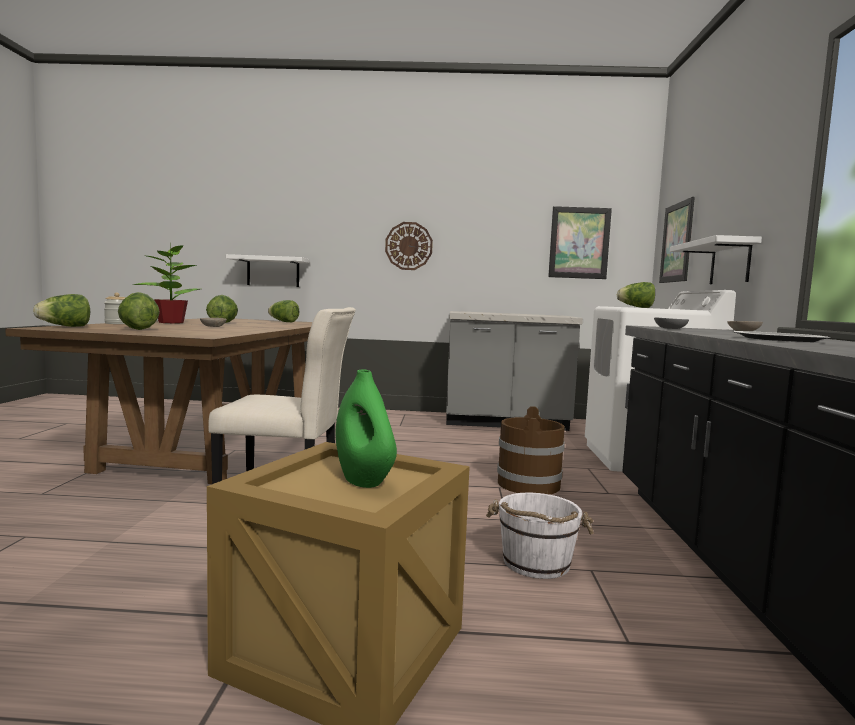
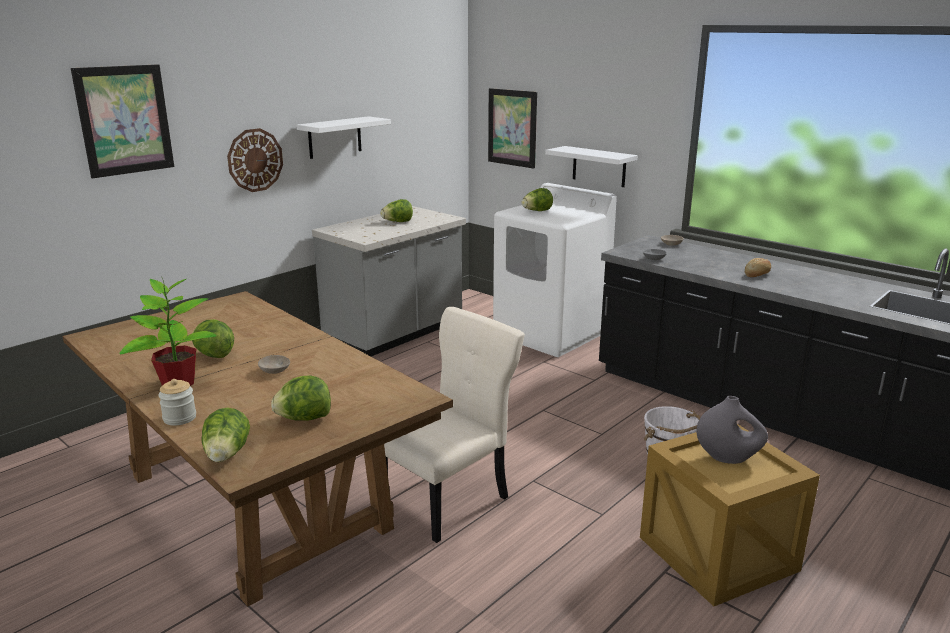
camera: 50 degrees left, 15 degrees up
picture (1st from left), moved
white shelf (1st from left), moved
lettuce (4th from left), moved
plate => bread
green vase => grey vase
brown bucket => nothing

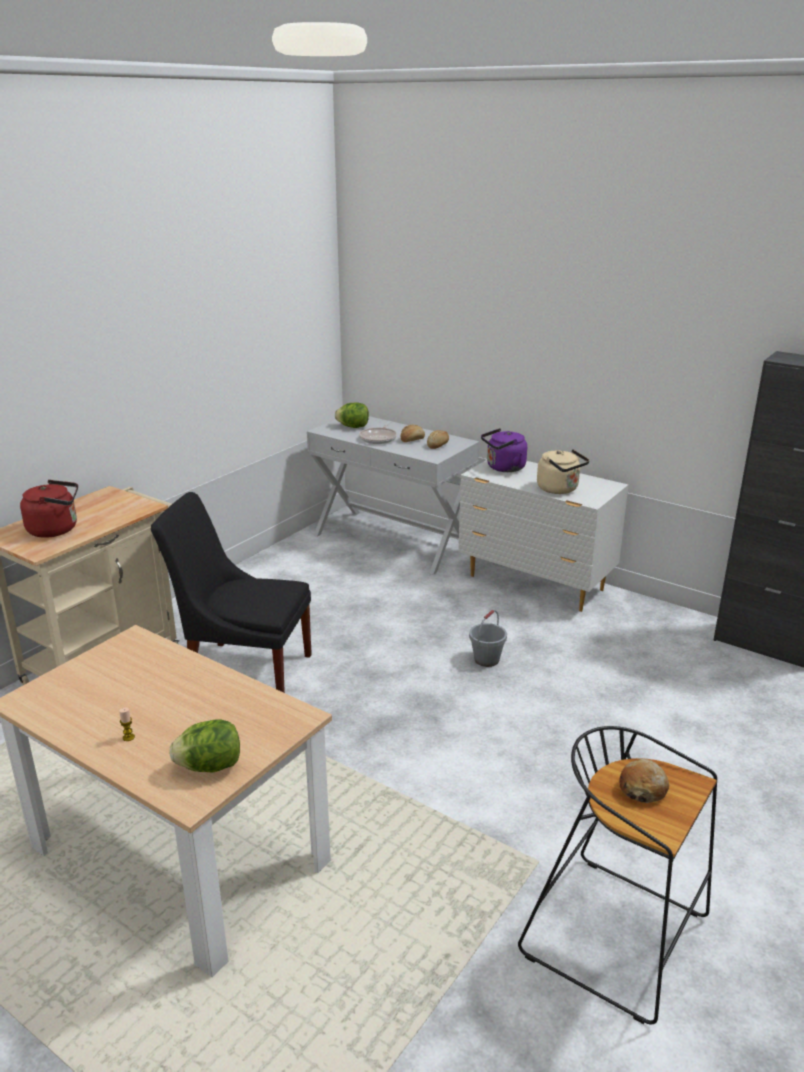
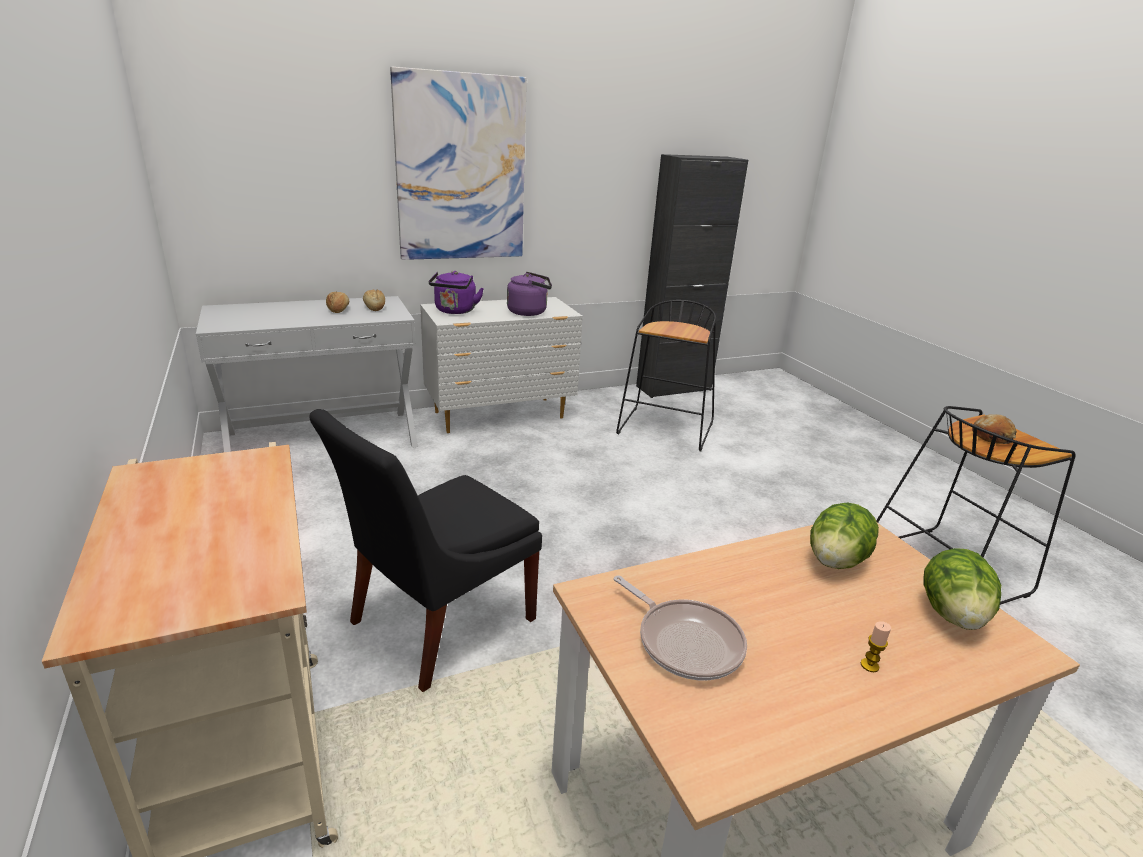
camera: 60 degrees left, 0 degrees up
lettuce (2nd from left in the first image) => lettuce (1st from left), moved
frying pan, moved
beige kettle => purple kettle (2nd from left)
red kettle => nothing
grey bucket => nothing
nothing => picture
nothing => black stool (1st from left)

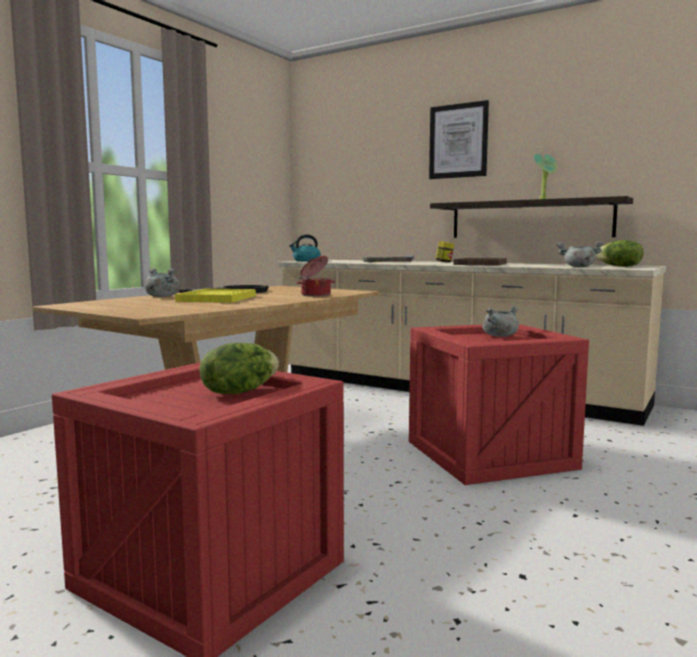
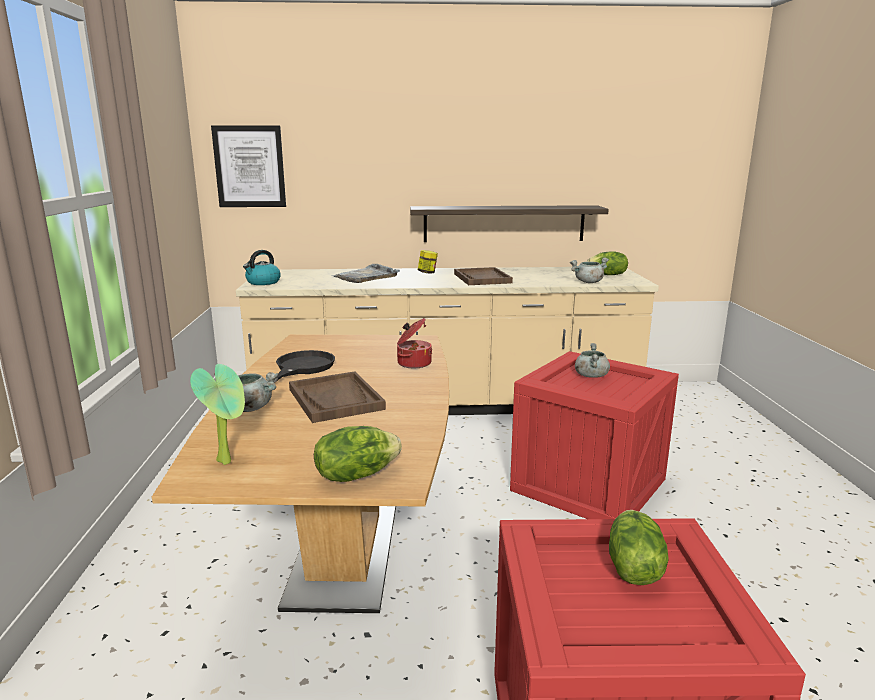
camera: 35 degrees left, 10 degrees up
picture, moved
potted plant, moved
yellow tray => brown tray (1st from left)
nothing => lettuce (1st from left)

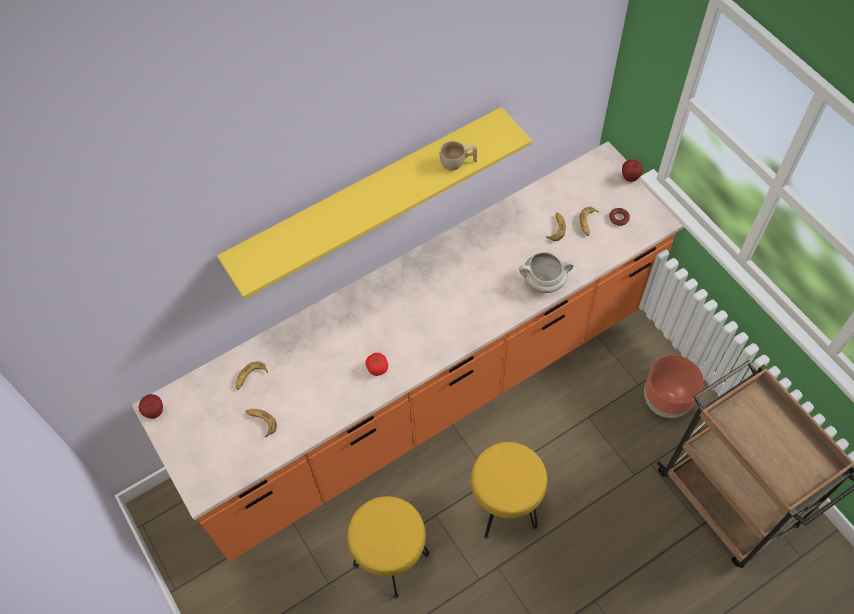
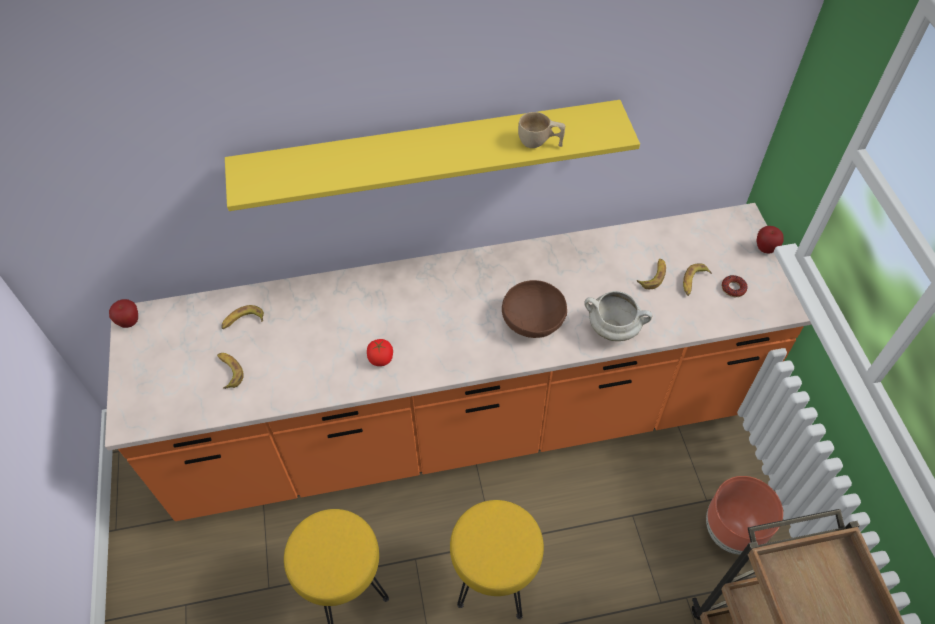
camera: 20 degrees right, 5 degrees down
nothing => brown bowl

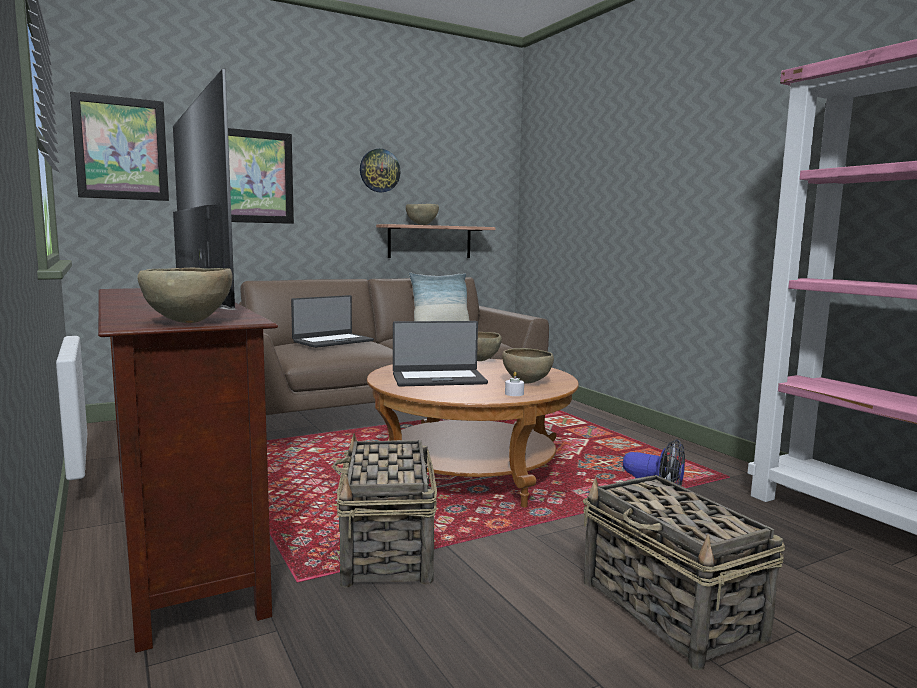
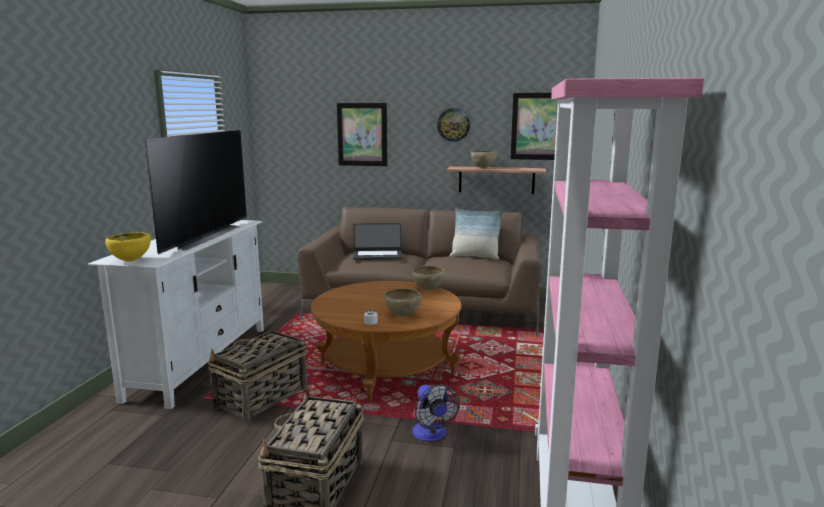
camera: 40 degrees right, 5 degrees up
picture (1st from left in the first image) => picture (2nd from left), moved
brown bowl (1st from left) => yellow bowl
brown tv stand => white tv stand
laptop (2nd from left) => nothing

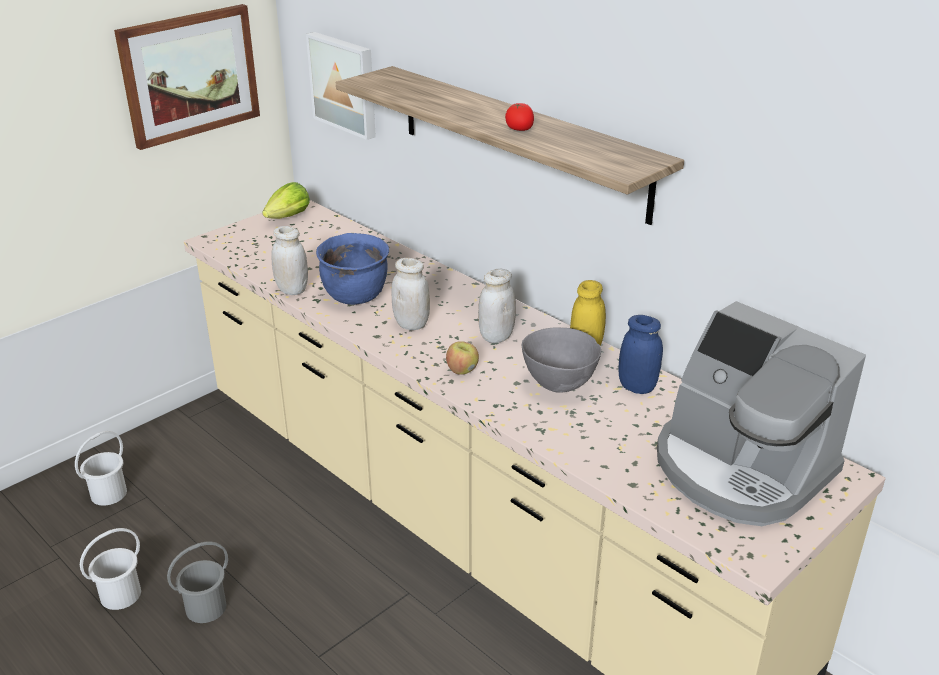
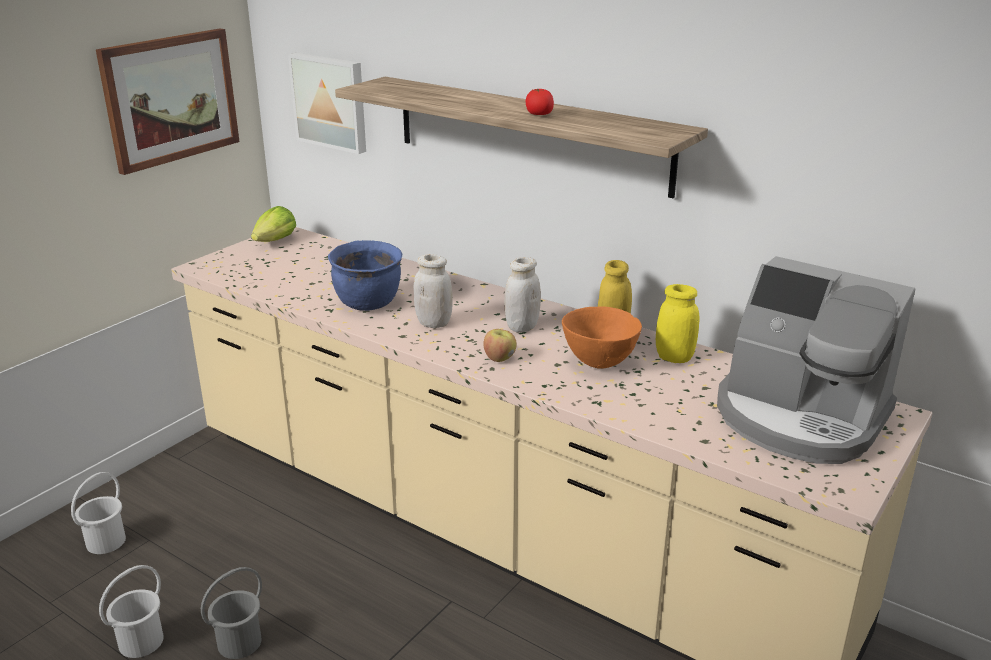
camera: 10 degrees left, 5 degrees down
white jar (1st from left) => nothing
blue jar => yellow jar (2nd from left)
grey bowl => orange bowl

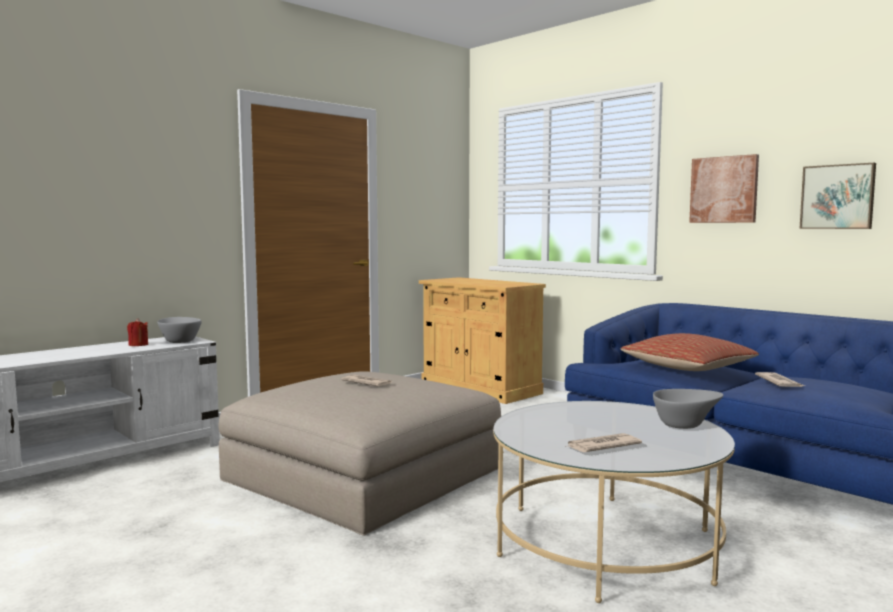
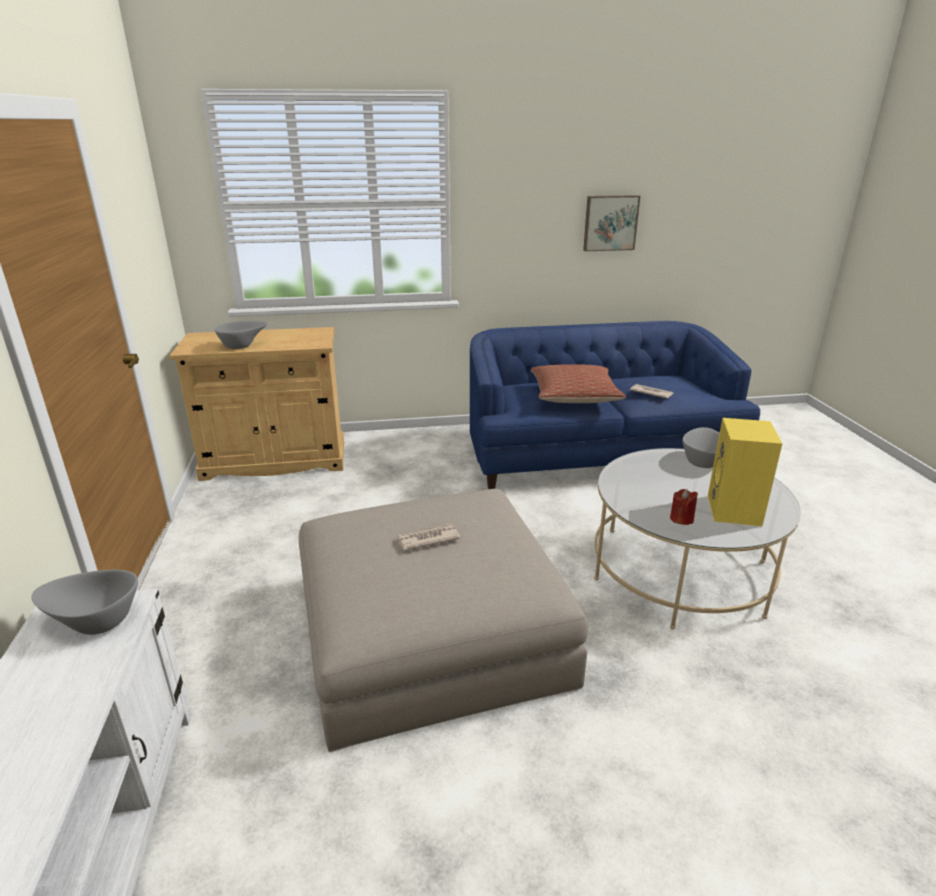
camera: 55 degrees left, 20 degrees up
picture (1st from left) => nothing
red candle, moved
newspaper (2nd from left) => yellow speaker
nothing => grey bowl (2nd from left)

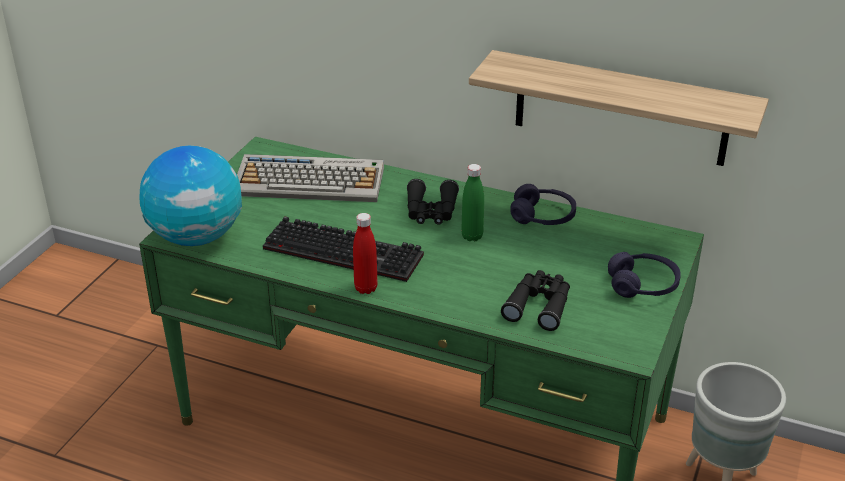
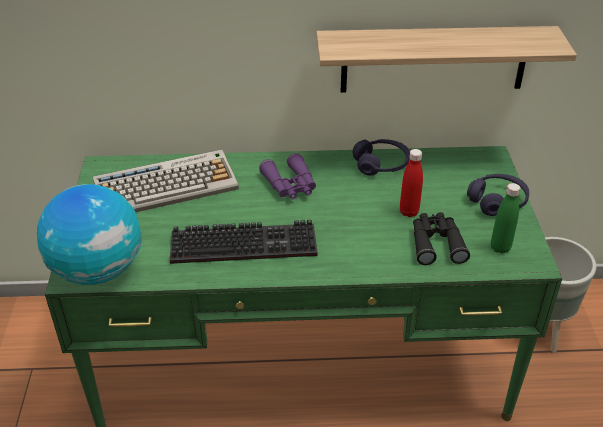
camera: 25 degrees left, 5 degrees up
green bottle, moved
black binoculars (1st from left) => purple binoculars
red bottle, moved

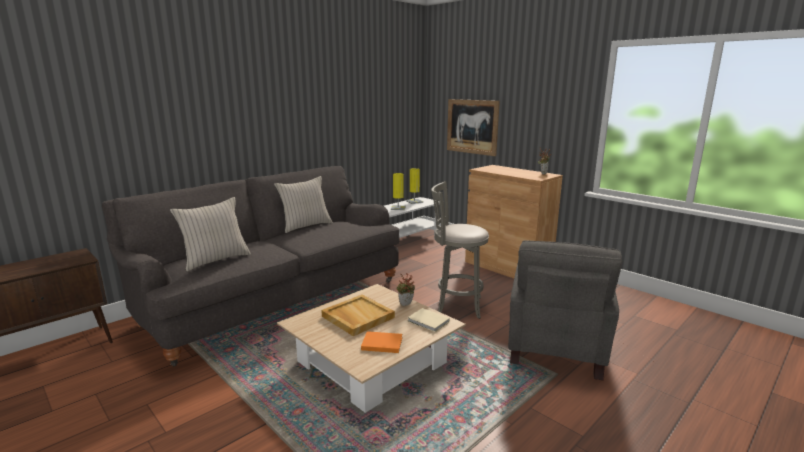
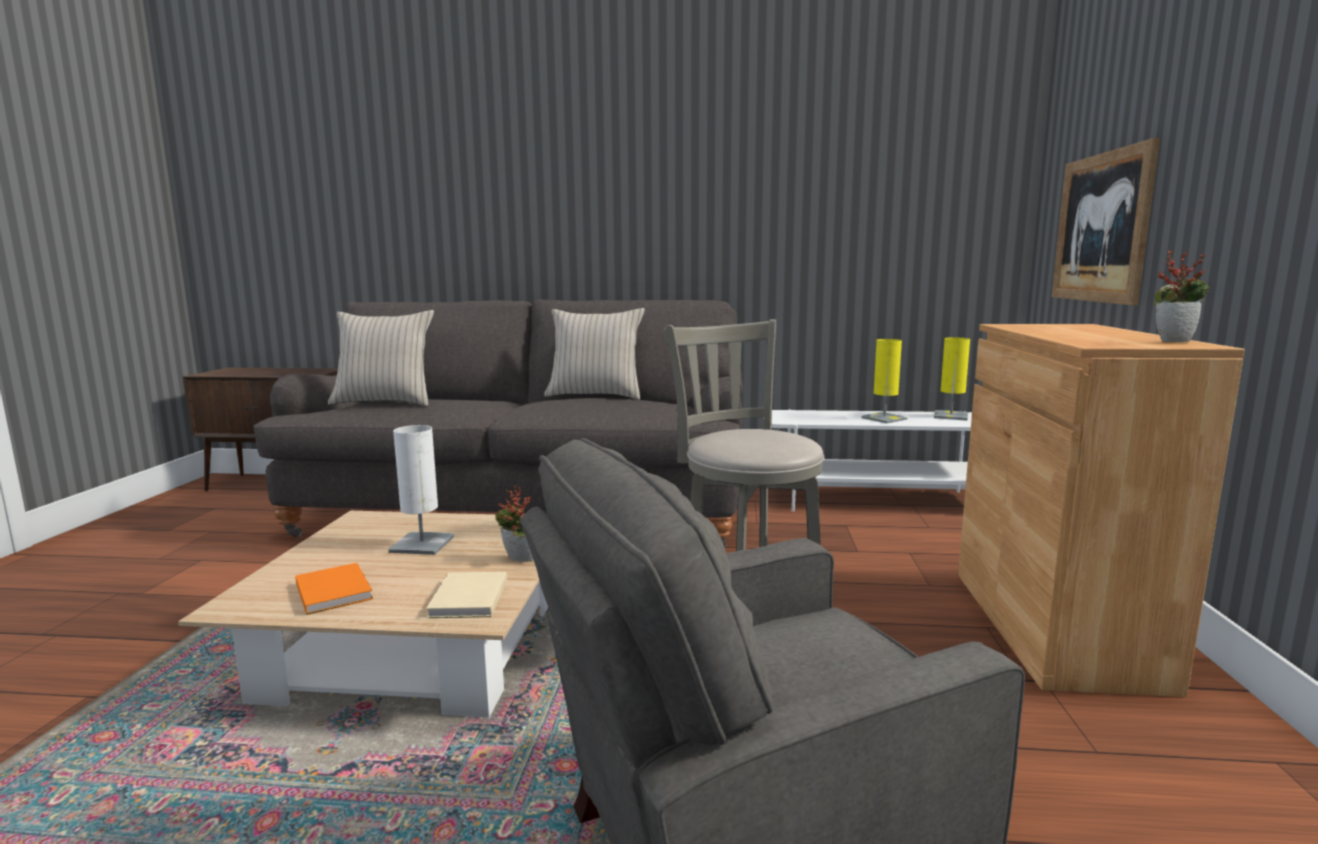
camera: 50 degrees right, 5 degrees down
beige tray => white table lamp

